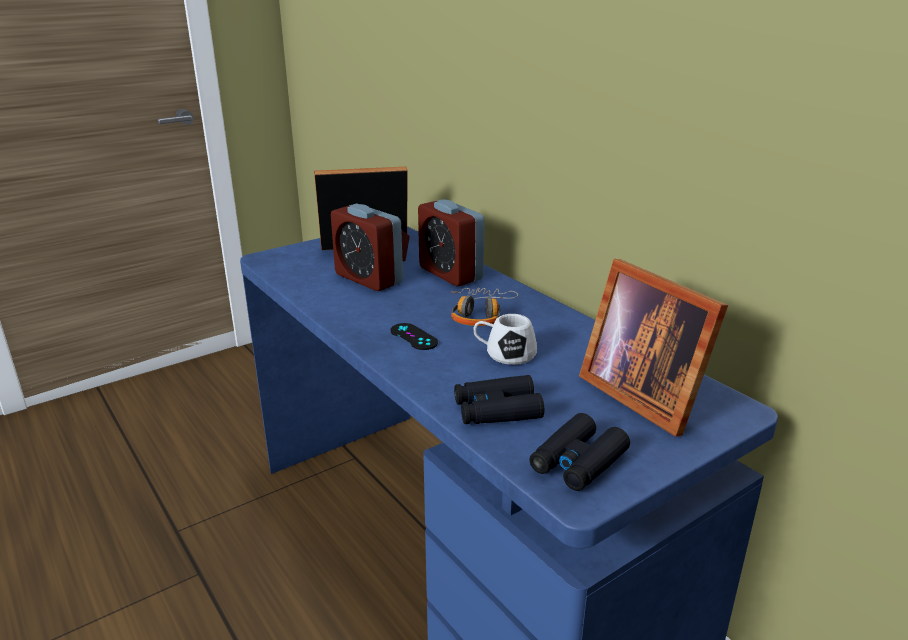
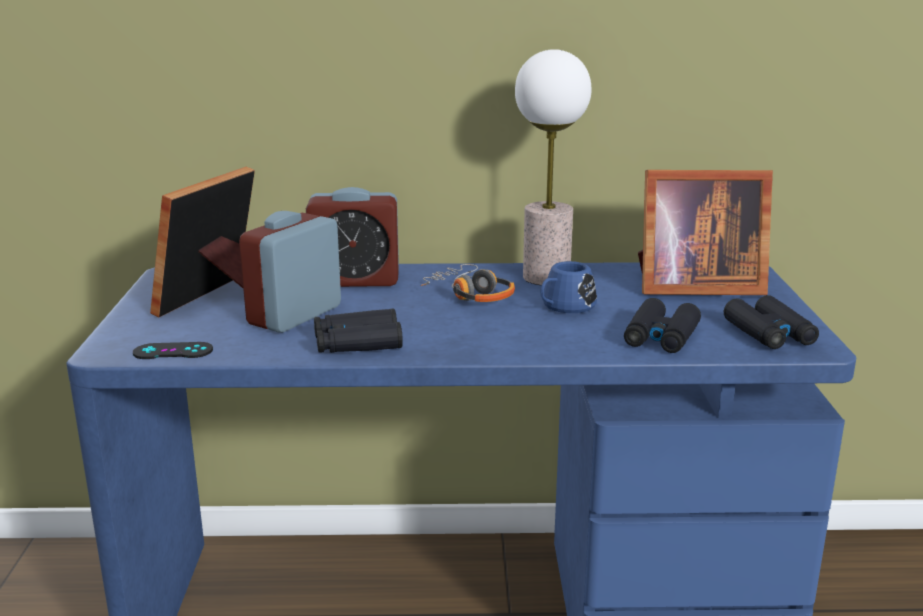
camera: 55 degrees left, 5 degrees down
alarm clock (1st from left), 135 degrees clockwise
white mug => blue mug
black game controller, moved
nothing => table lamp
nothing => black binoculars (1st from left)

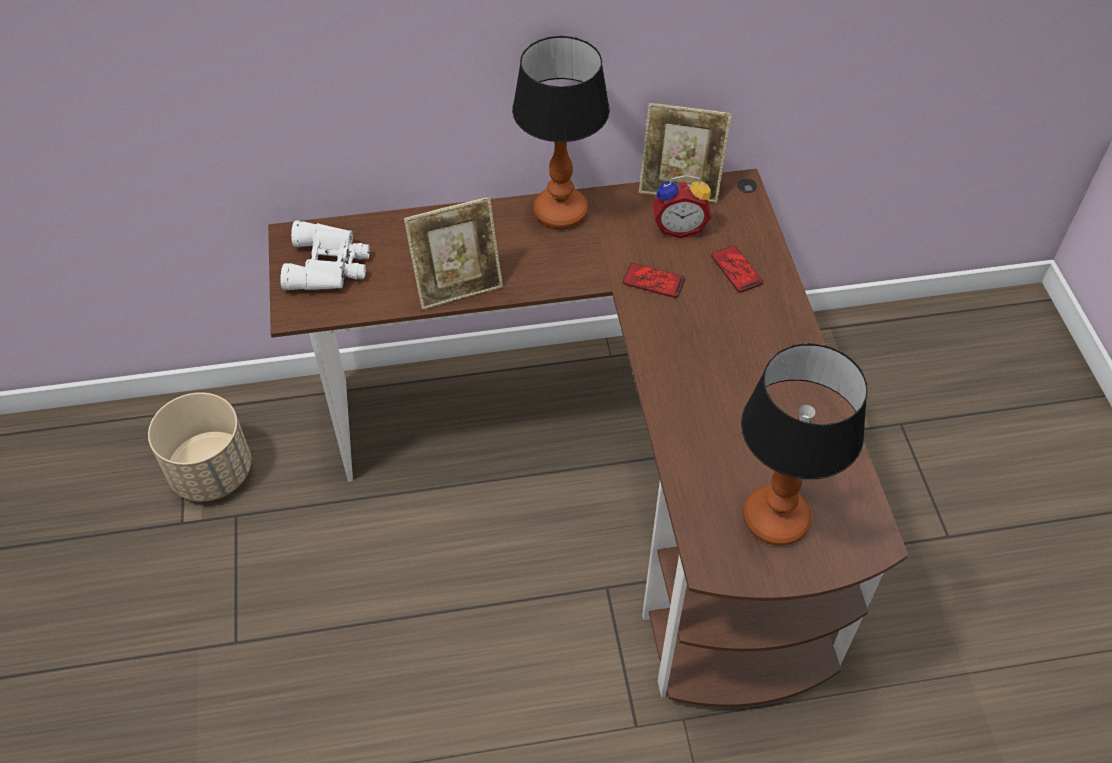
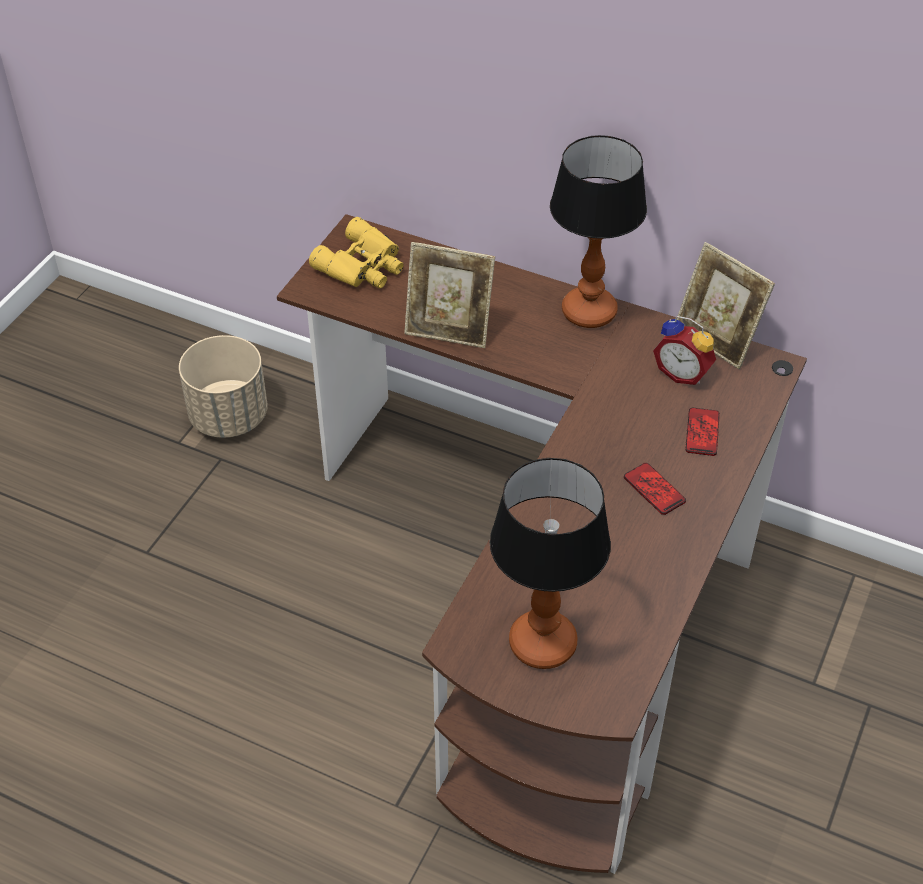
camera: 35 degrees right, 5 degrees down
white binoculars => yellow binoculars
phone (1st from left), moved

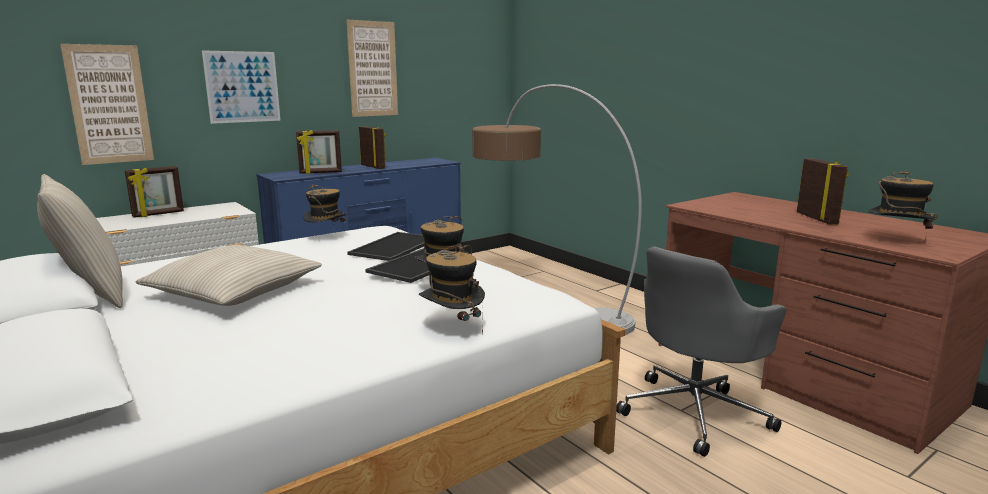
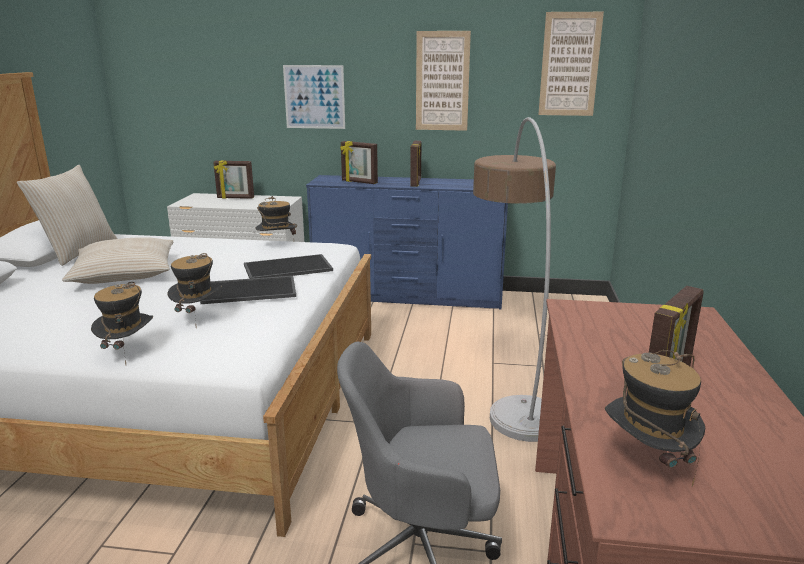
camera: 45 degrees right, 5 degrees up
picture (1st from left in the first image) => picture (3rd from left), moved

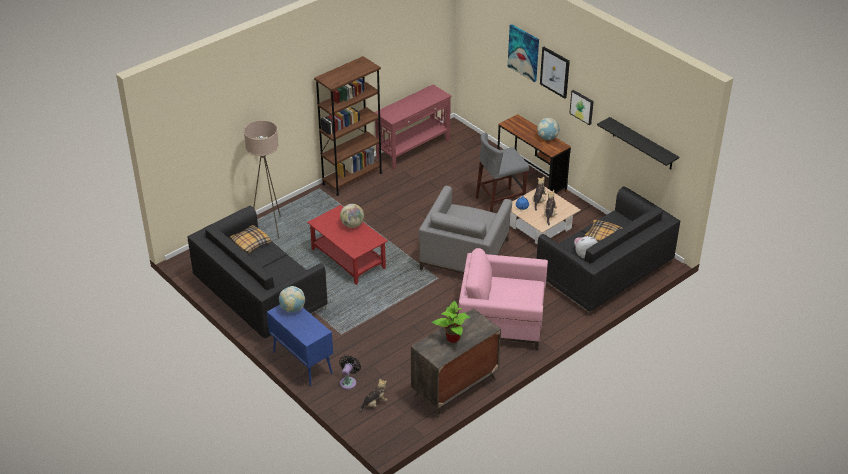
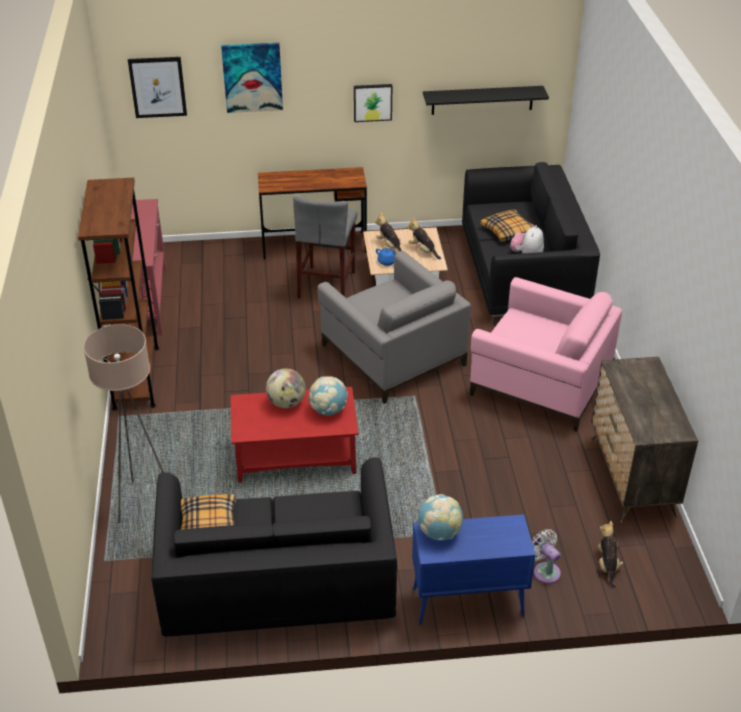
camera: 55 degrees left, 0 degrees up
picture (2nd from left in the first image) => picture (1st from left), moved
globe (3rd from left in the first image) => globe (2nd from left), moved
pink armchair, 105 degrees counterclockwise
potted plant => nothing
black fan => white fan

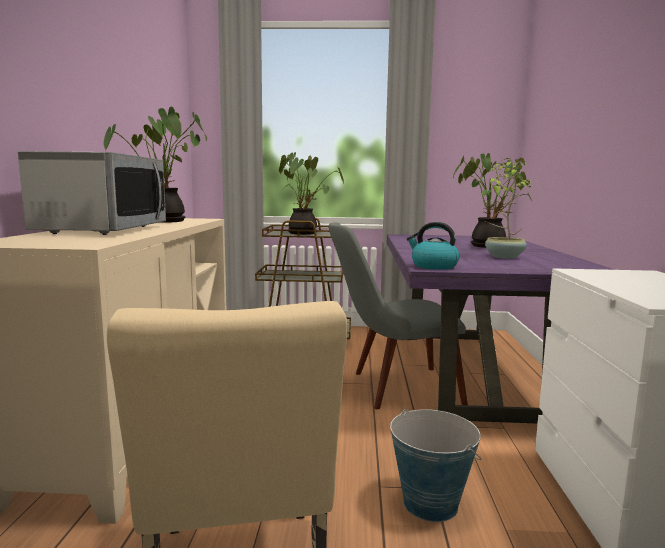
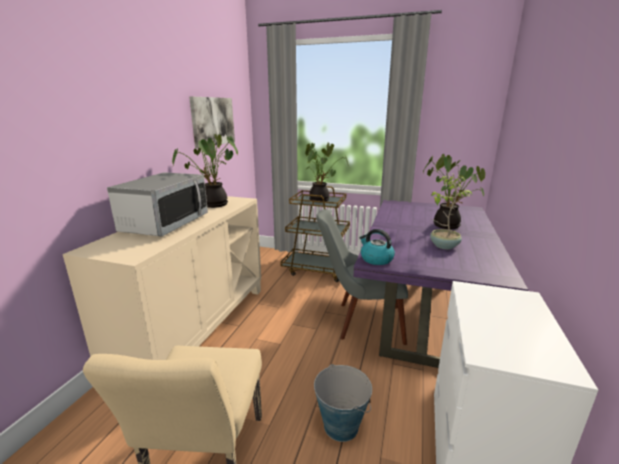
camera: 15 degrees right, 10 degrees up
nothing => picture

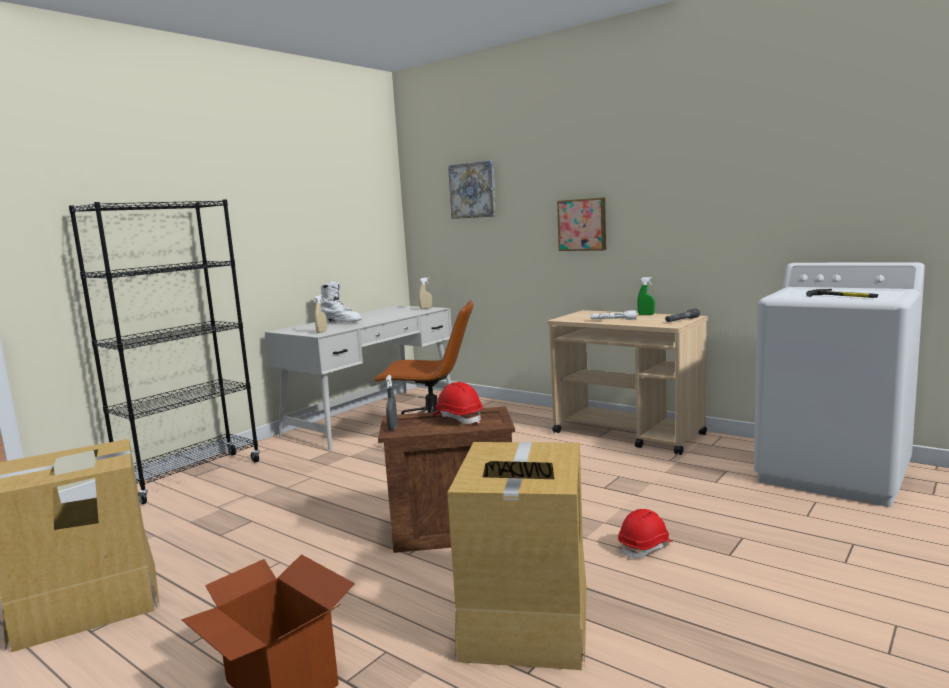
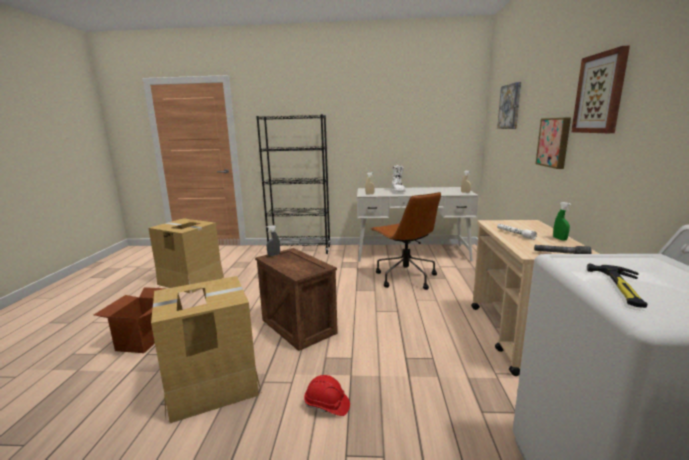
camera: 55 degrees right, 5 degrees up
red hard hat (1st from left) => nothing
nothing => picture (3rd from left)

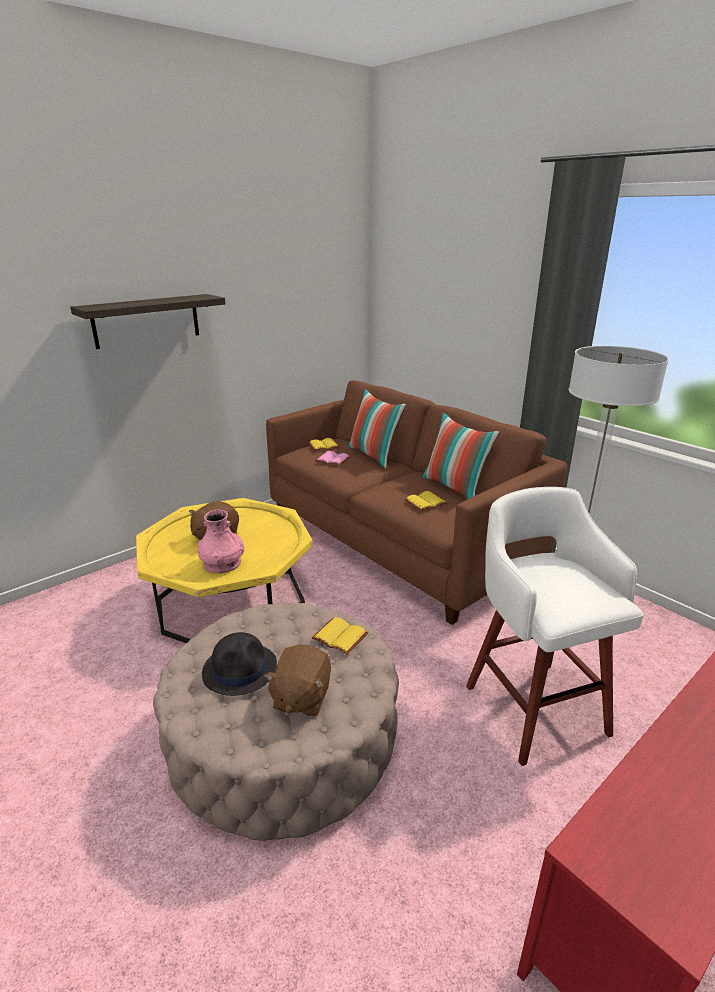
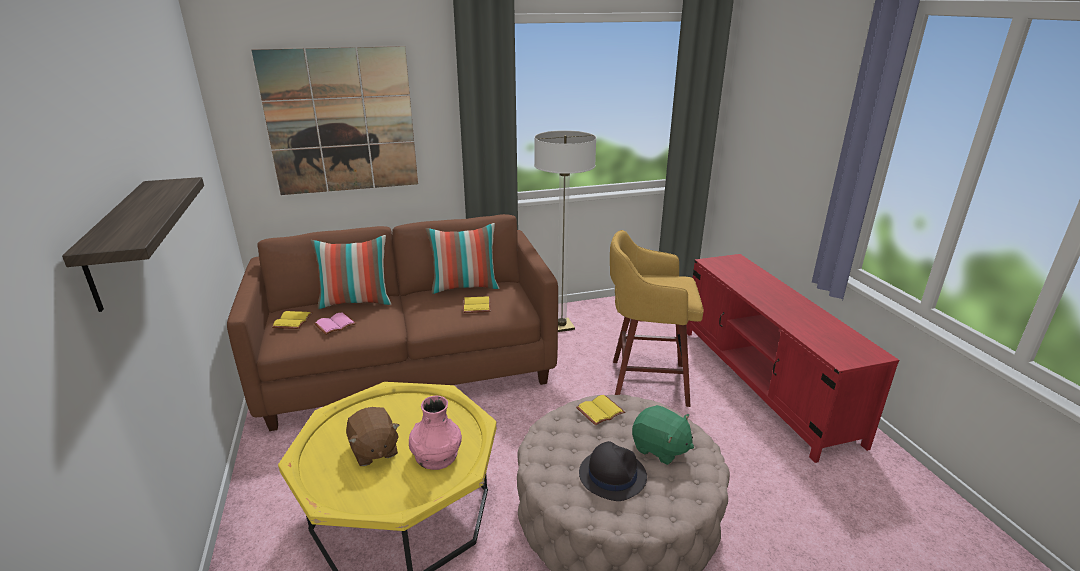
camera: 65 degrees left, 0 degrees up
white stool => yellow stool
brown plush toy (2nd from left) => green plush toy
nothing => picture

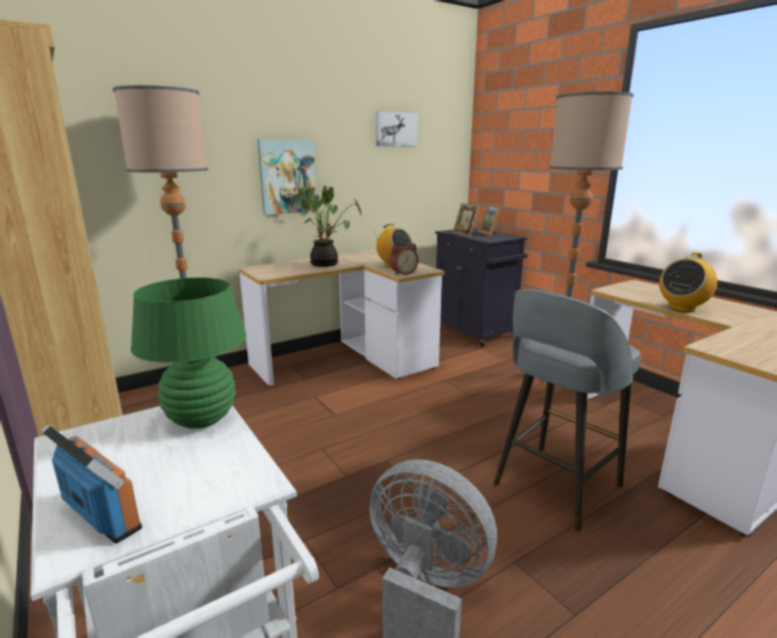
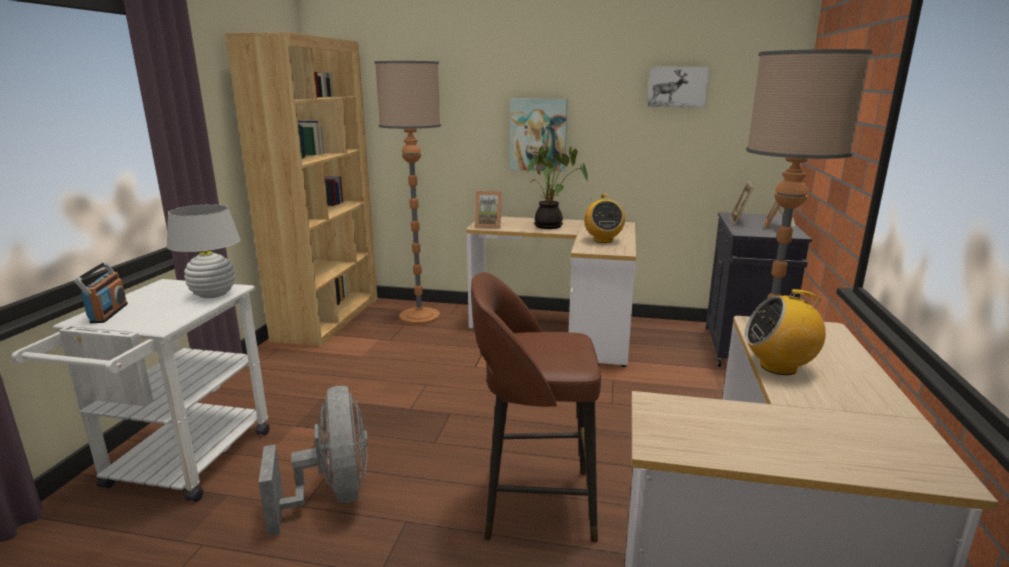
camera: 45 degrees right, 0 degrees up
alarm clock => nothing
green table lamp => white table lamp
grey stool => brown stool
nothing => picture frame (1st from left)

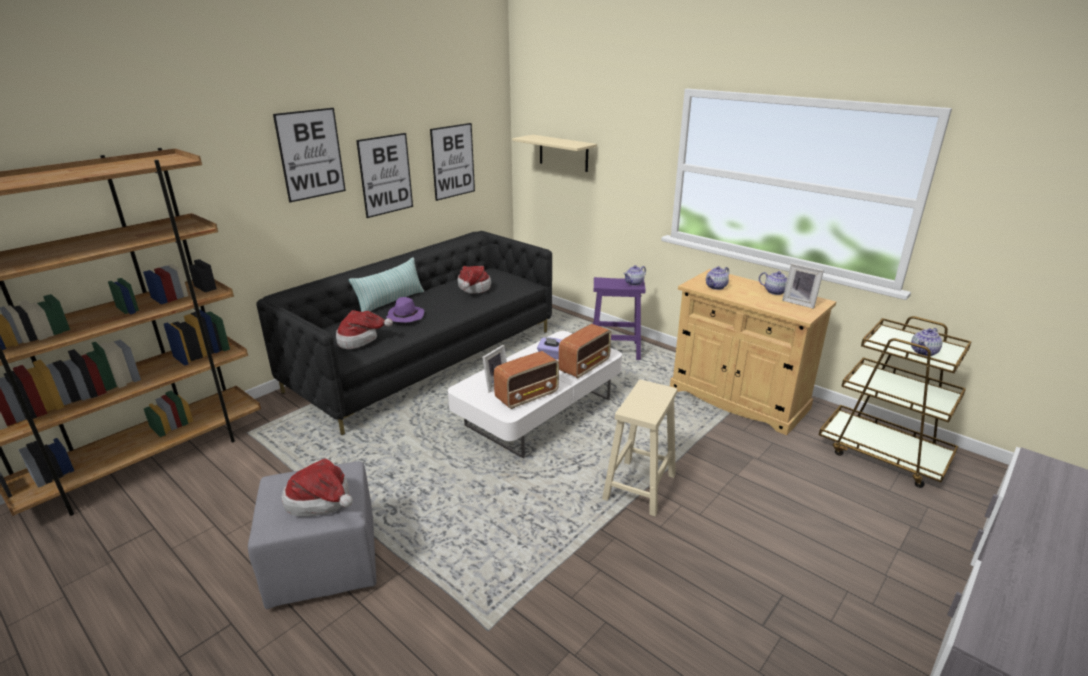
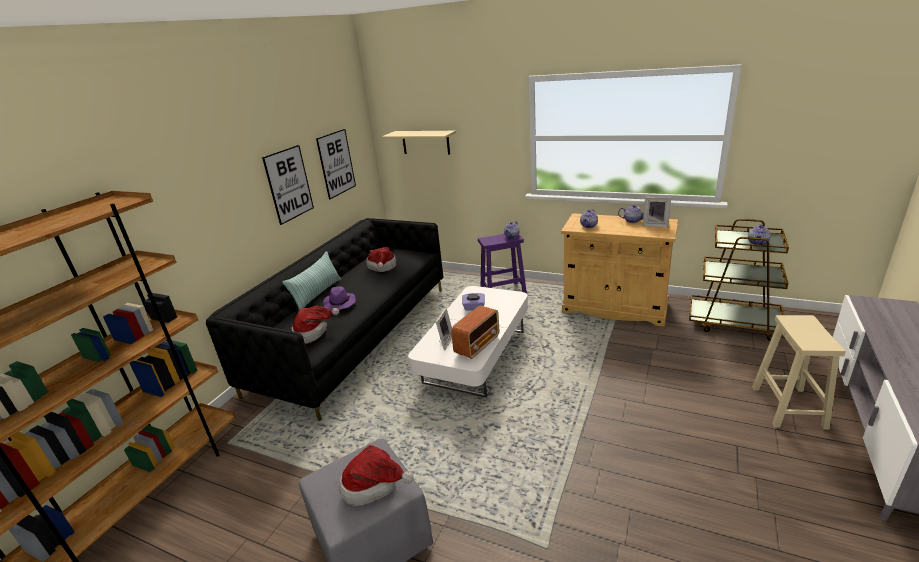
camera: 15 degrees left, 0 degrees up
picture (1st from left) => nothing
radio (2nd from left) => nothing
beige stool, moved

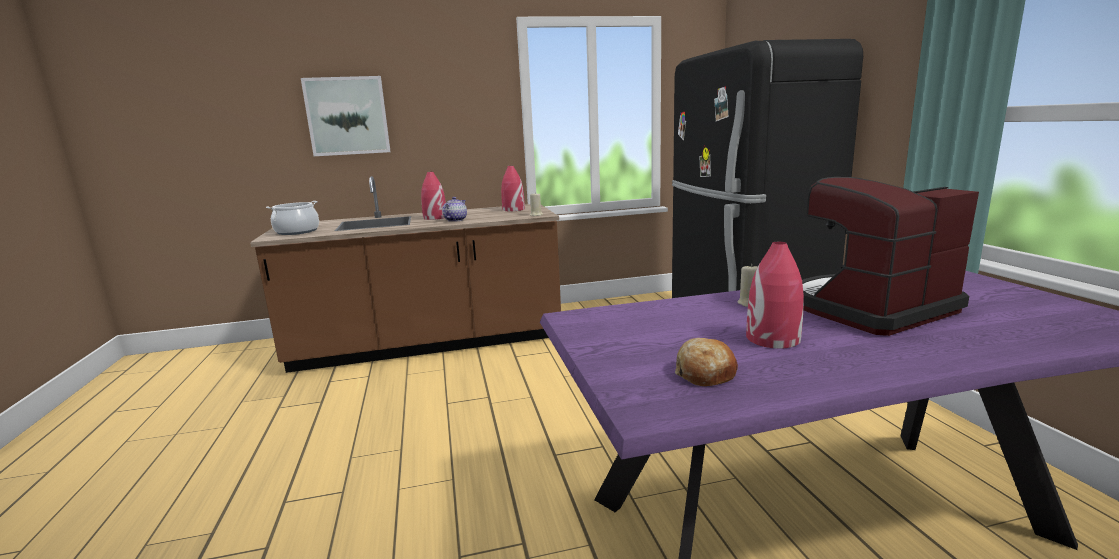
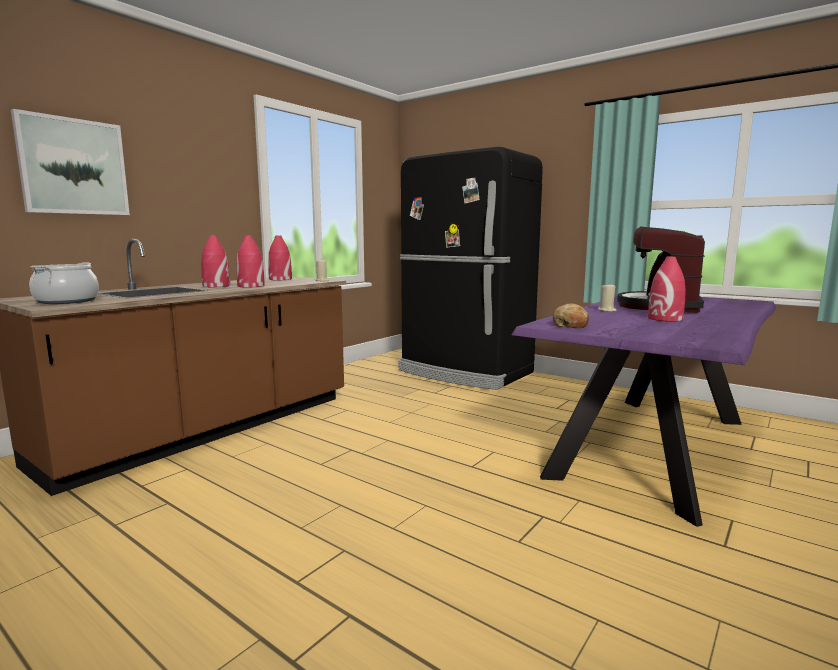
camera: 40 degrees left, 5 degrees down
teapot => red vase (2nd from left)
bread, moved

